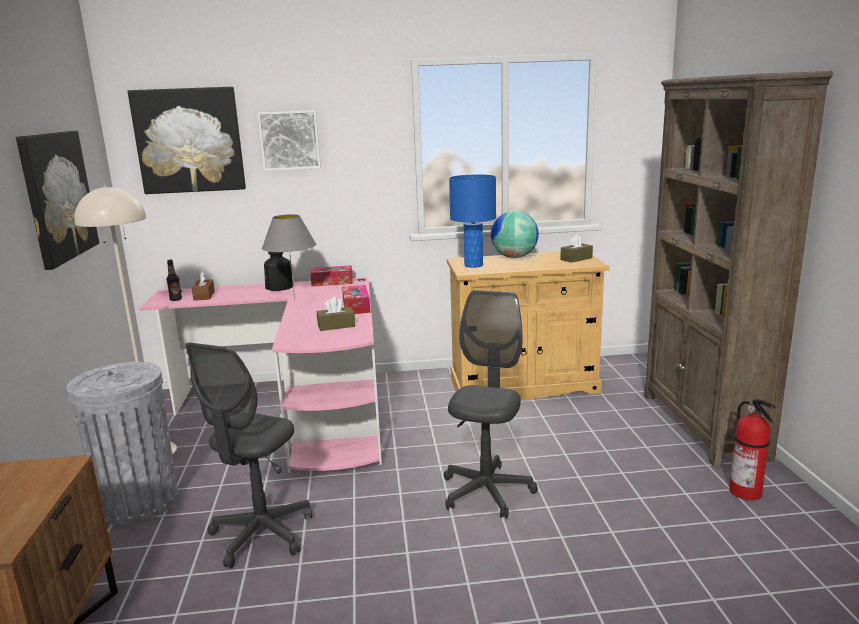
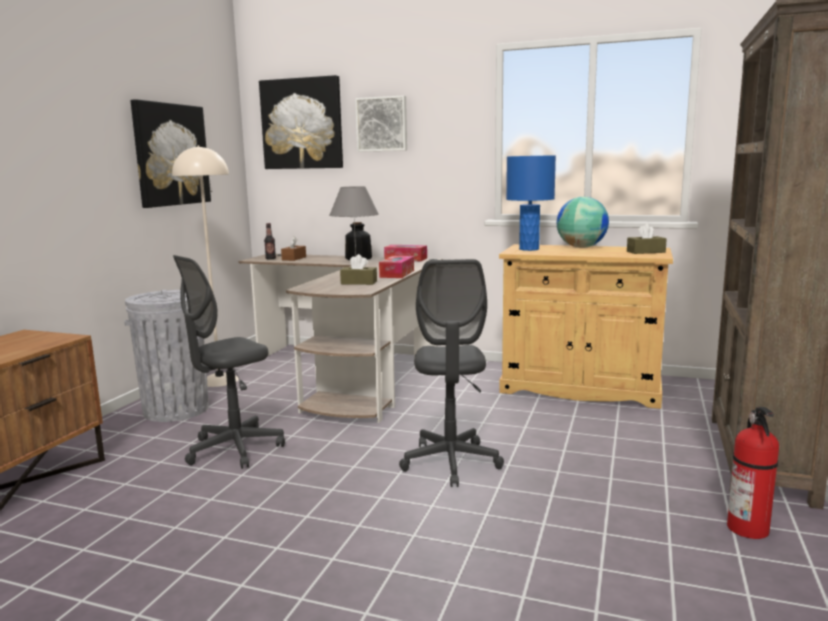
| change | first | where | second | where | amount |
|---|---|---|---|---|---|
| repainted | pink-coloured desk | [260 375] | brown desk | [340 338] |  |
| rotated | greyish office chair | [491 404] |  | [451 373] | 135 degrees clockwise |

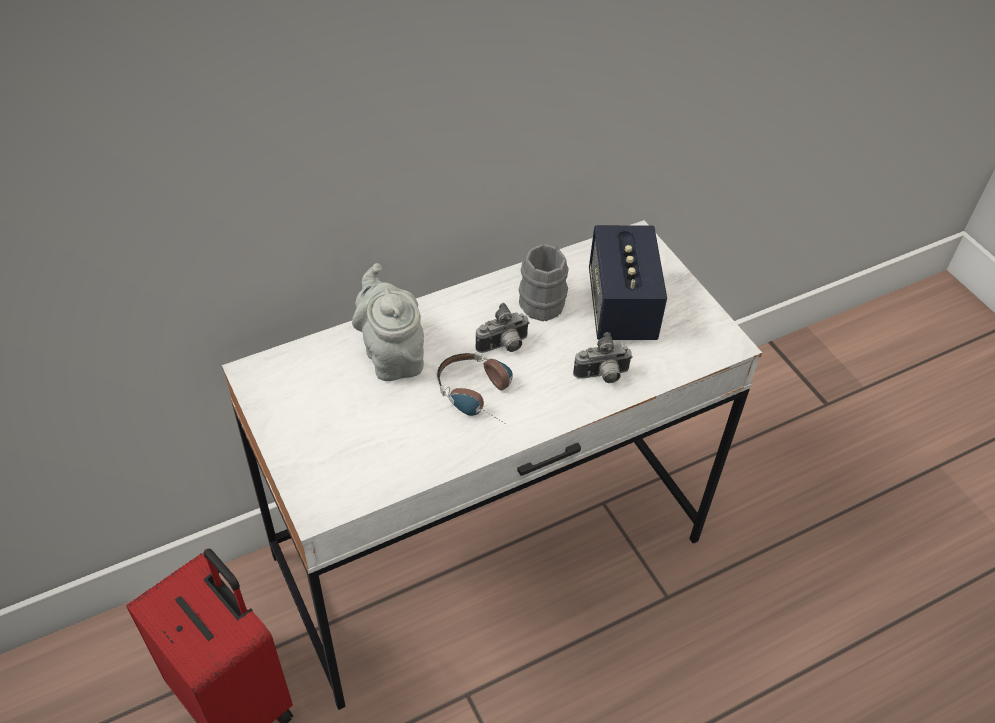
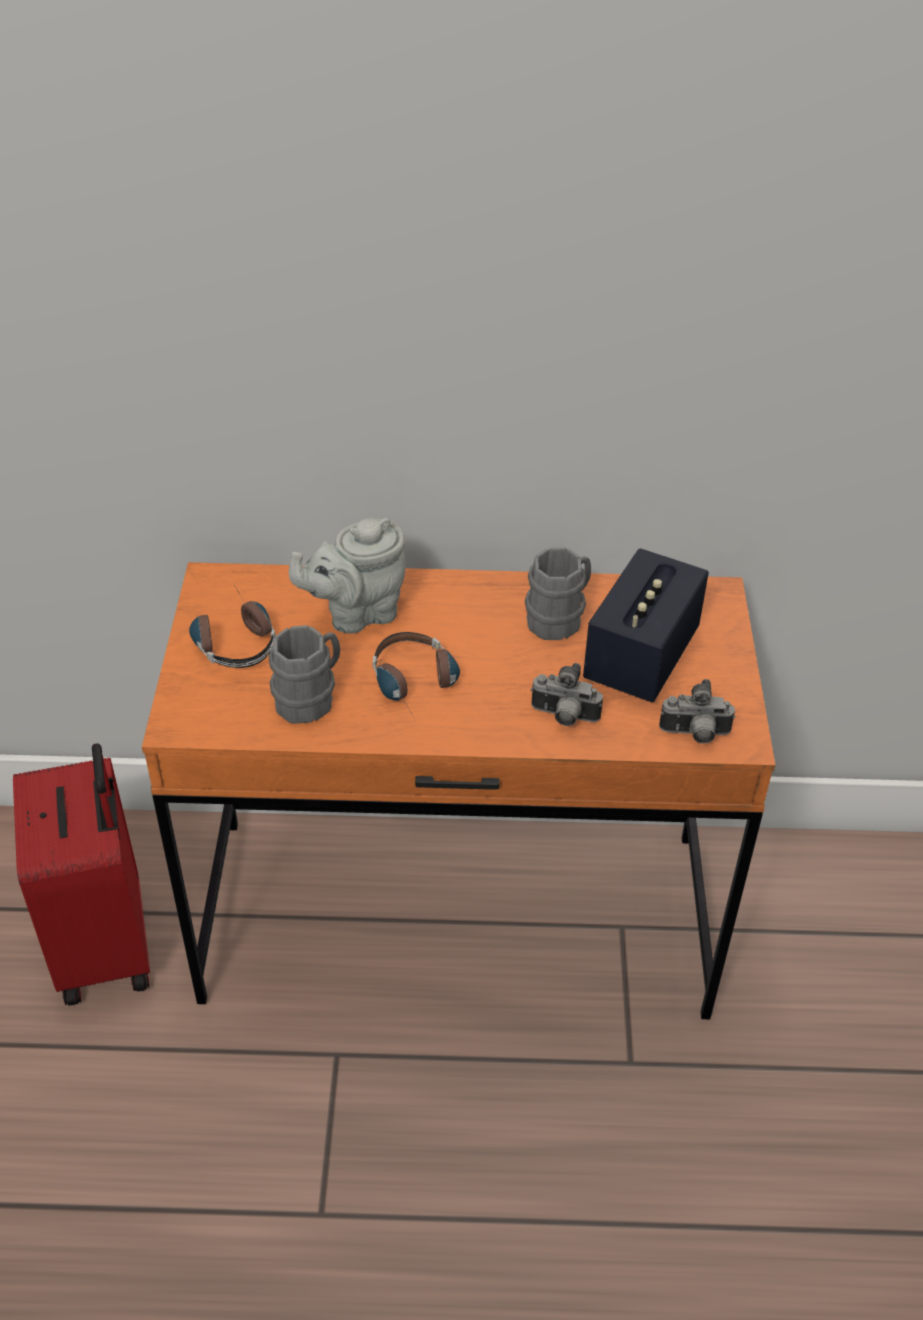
| change | first | where | second | where | amount |
|---|---|---|---|---|---|
| repainted | white desk | [492 465] | orange-coloured desk | [458 790] |  |
| rotated | greyish pot for tea | [388 322] |  | [347 575] | 120 degrees counterclockwise |
| shifted | photo camera | [502 328] |  | [697 711] |  |
| new |  |  | headphones | [232 627] |  |
| new |  |  | greyish tea mug | [304 674] |  |

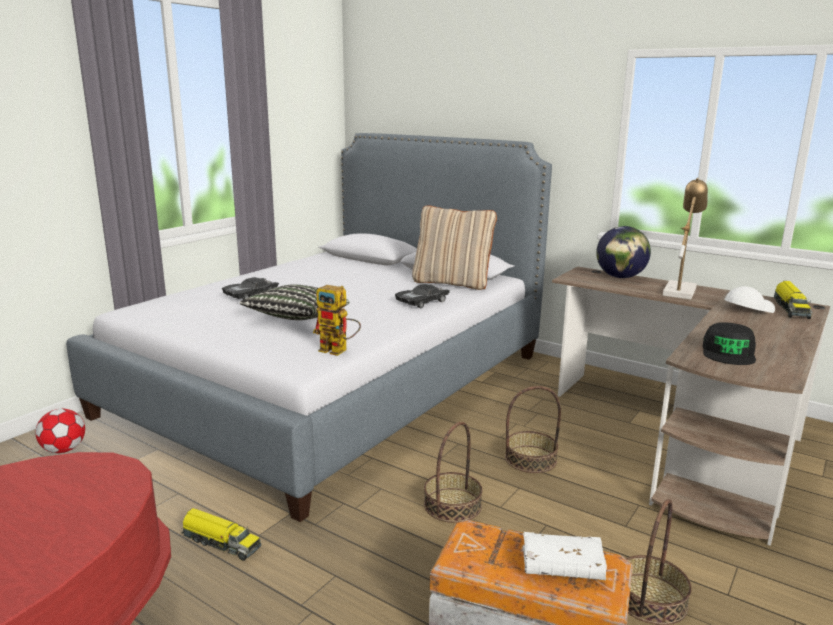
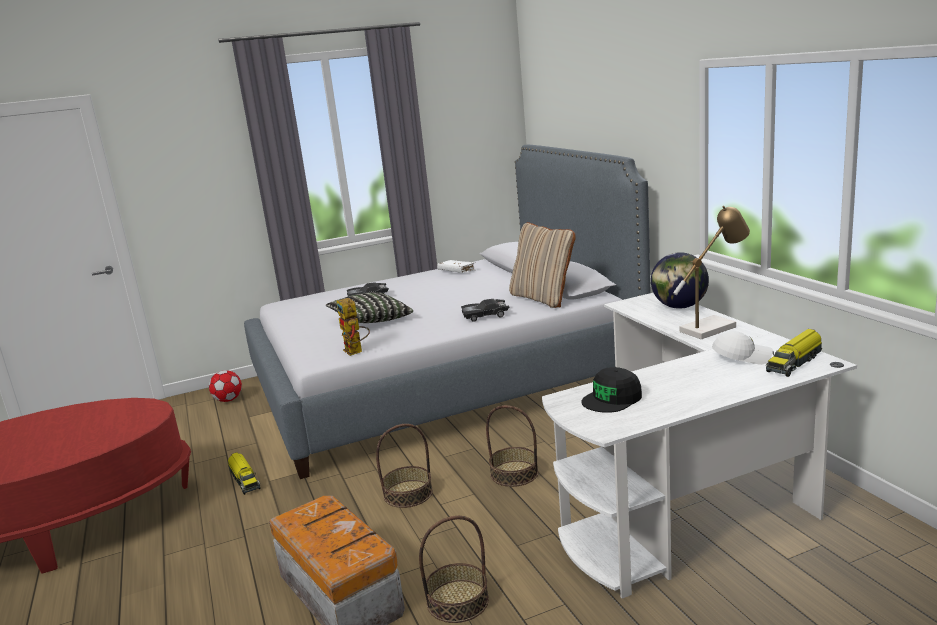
| change | first | where | second | where | amount |
|---|---|---|---|---|---|
| repainted | brown desk | [691 406] | white desk | [699 446] |  |
| shifted | white bound book | [565 556] |  | [456 266] |  |

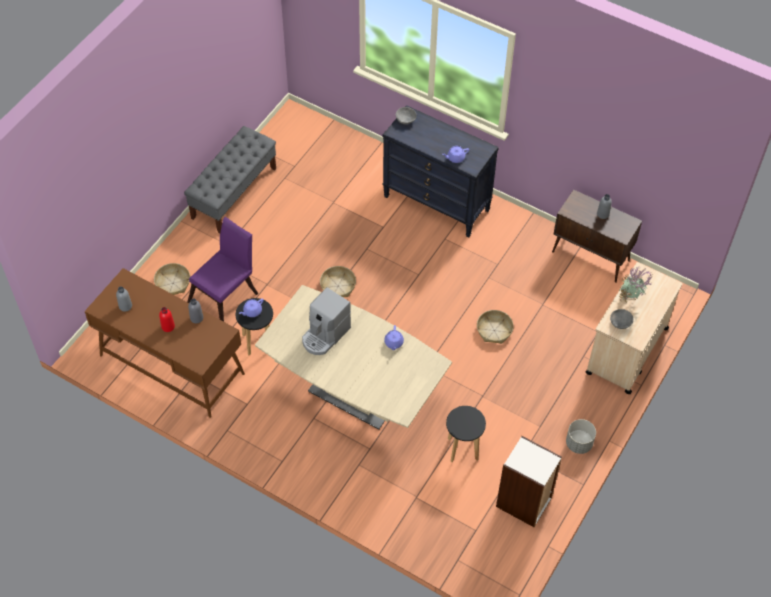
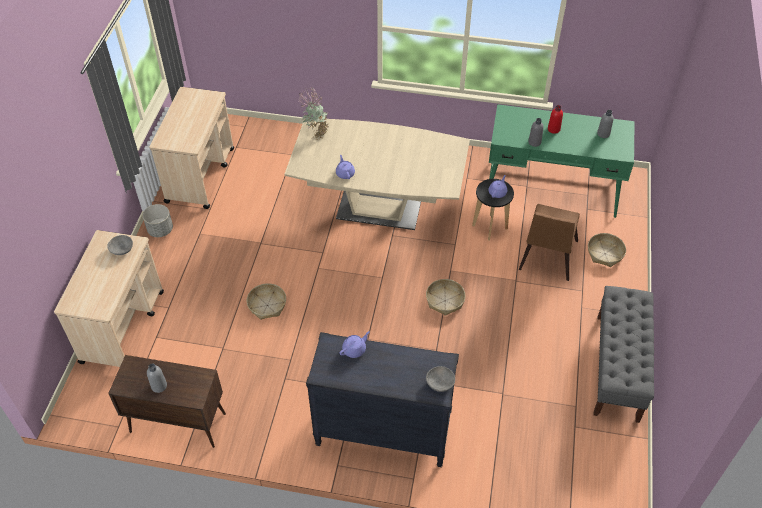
| change | first | where | second | where | amount |
|---|---|---|---|---|---|
| repainted | purplish chair | [222 269] | brown chair | [549 242] |  |
| shifted | potted plant | [636 284] |  | [313 114] |  |
| repainted | brown desk | [165 343] | greenish desk | [562 161] |  |
| gone | coffee maker | [326 321] |  |  |  |
| gone | black-coloured stool seat | [466 434] |  |  |  |
| swapped | bookshelf | [529 481] | beige wheeled cart | [192 148] |  |

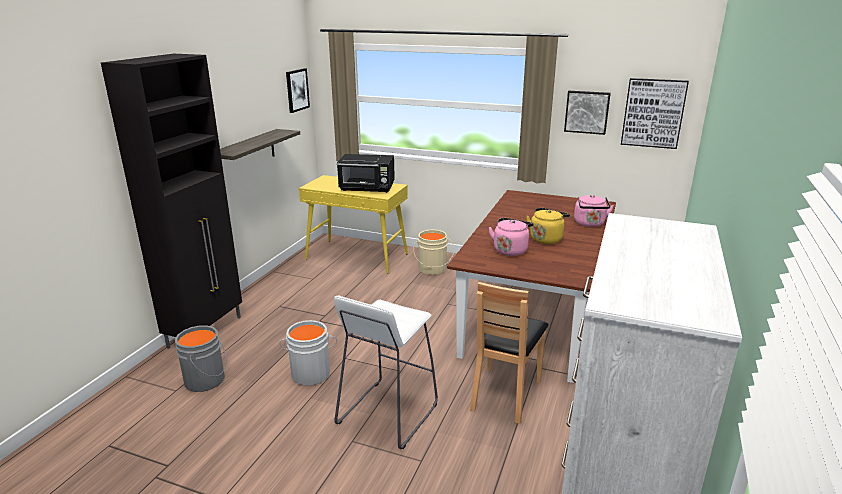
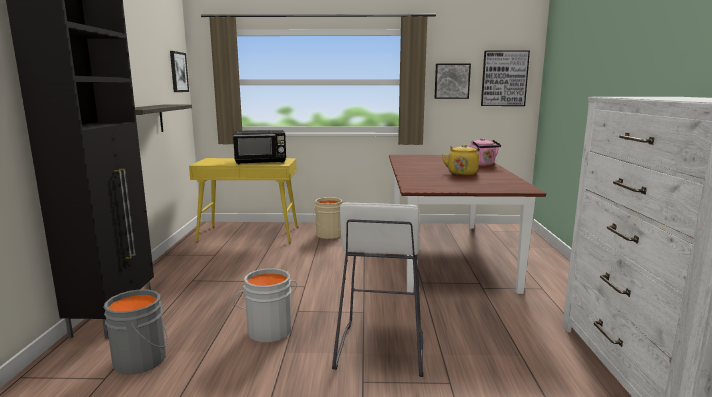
| change | first | where | second | where | amount |
|---|---|---|---|---|---|
| gone | pink-coloured tea kettle | [511 237] |  |  |  |
| gone | brown chair | [509 353] |  |  |  |

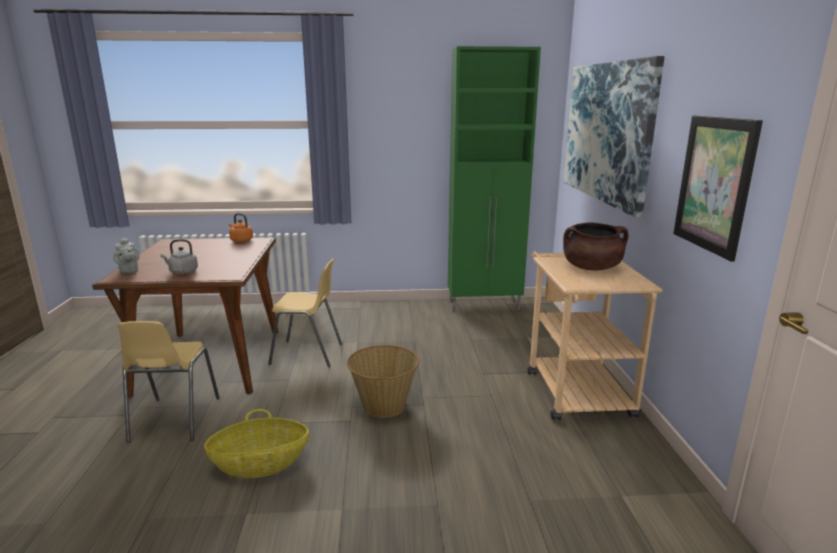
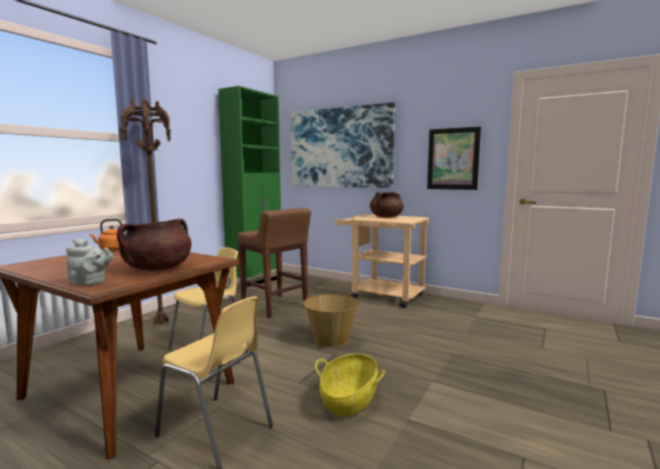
| change | first | where | second | where | amount |
|---|---|---|---|---|---|
| swapped | greyish tea kettle | [179 256] | brown stockpot | [154 245] |  |
| new |  |  | brown standard lamp | [145 211] |  |
| new |  |  | brown stool seat | [274 263] |  |

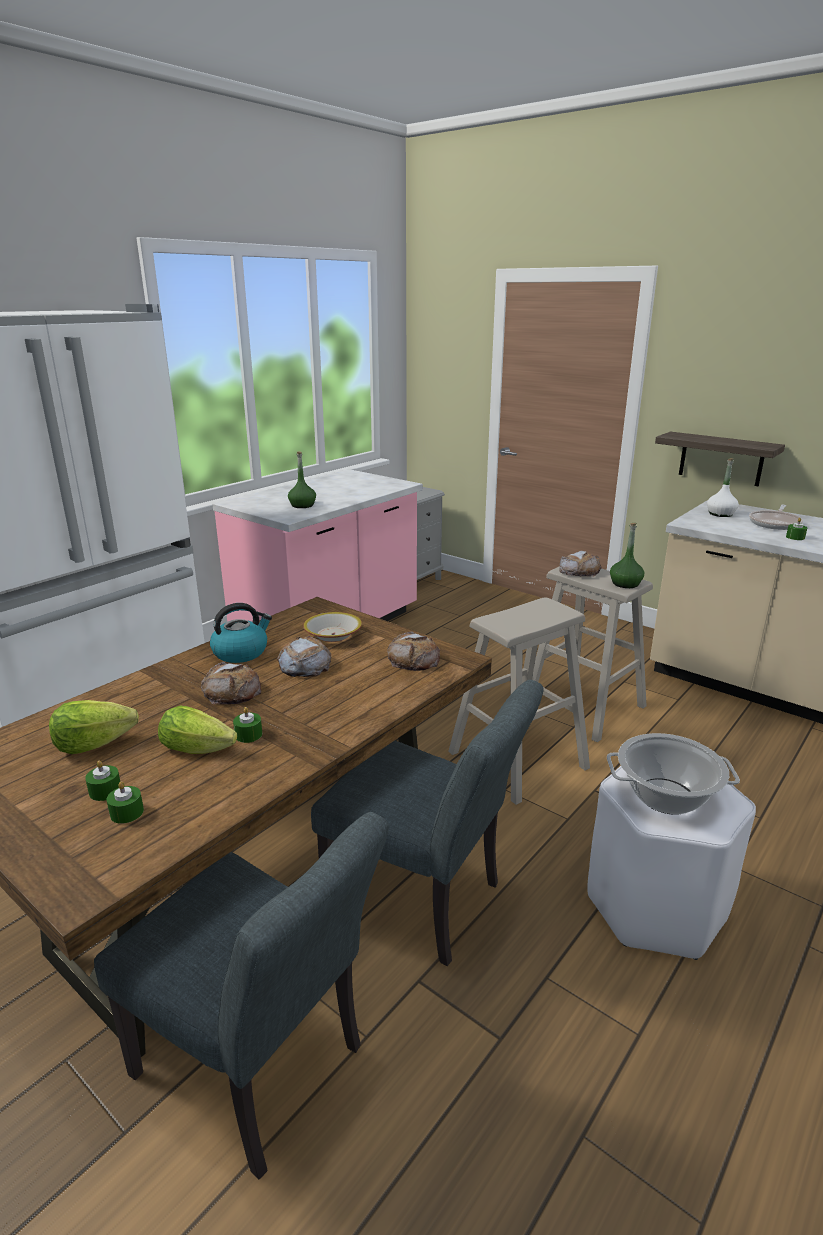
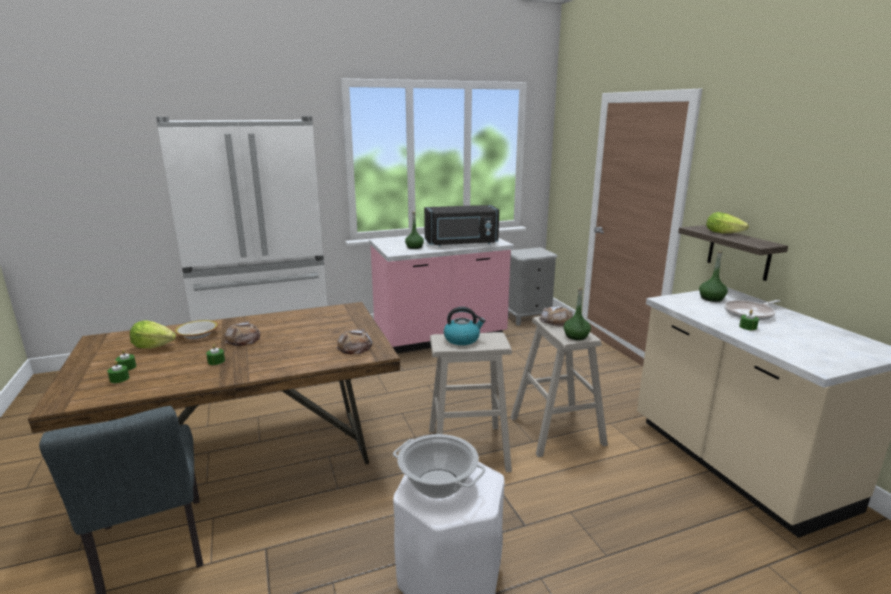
| change | first | where | second | where | amount |
|---|---|---|---|---|---|
| repainted | white beverage bottle | [723 487] | greenish beverage bottle | [713 276] |  |
| shifted | tea kettle | [241 633] |  | [465 326] |  |
| shifted | bowl | [332 627] |  | [196 329] |  |
| gone | baked bread | [304 656] |  |  |  |
| gone | greyish chair | [427 823] |  |  |  |
| shifted | head of lettuce | [197 730] |  | [727 222] |  |
| new |  |  | black-coloured microwave oven | [461 226] |  |

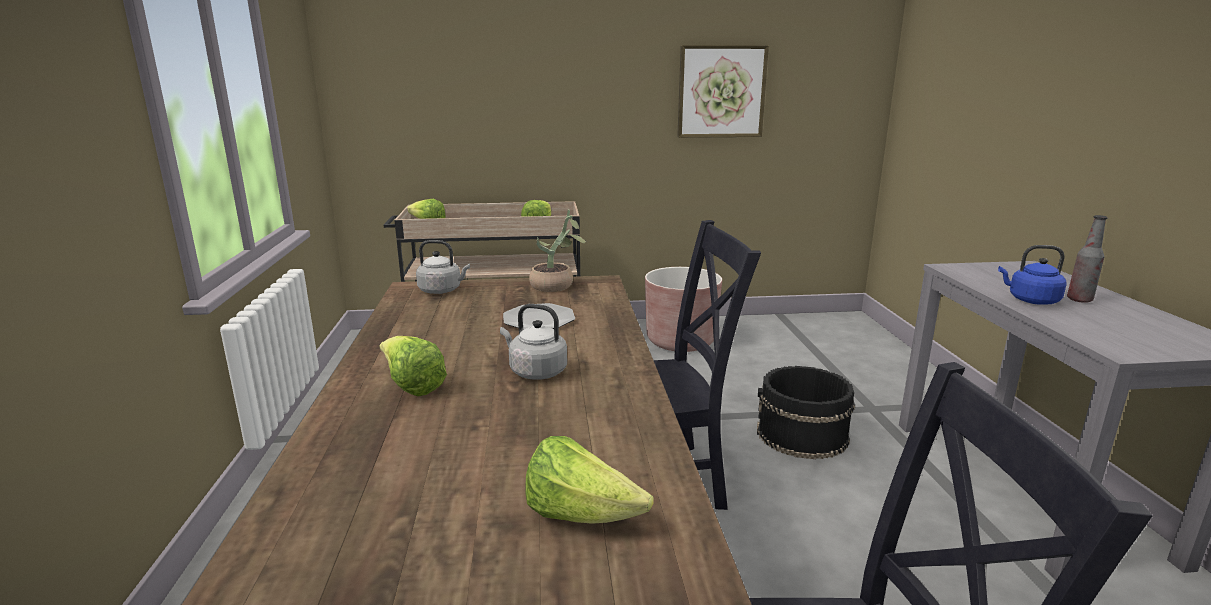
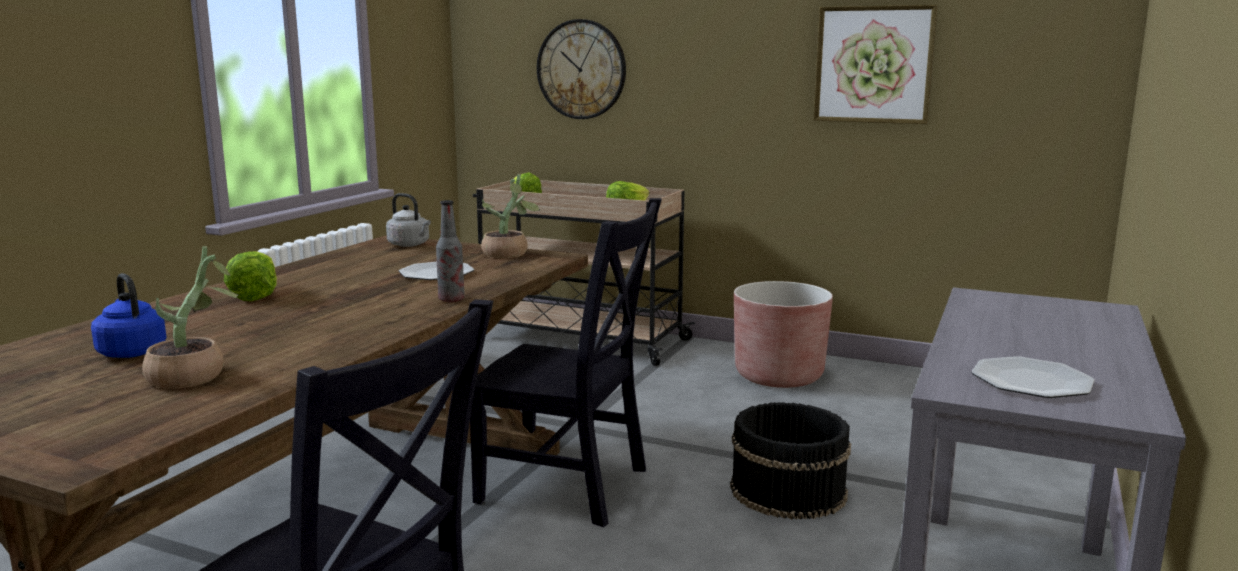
| change | first | where | second | where | amount |
|---|---|---|---|---|---|
| shifted | beverage bottle | [1087 259] |  | [450 251] |  |
| shifted | bluish tea kettle | [1032 275] |  | [129 315] |  |
| gone | greyish tea kettle | [533 342] |  |  |  |
| swapped | head of lettuce | [590 480] | potted plant | [190 317] |  |
| new |  |  | hanging clock | [581 69] |  |
| new |  |  | plate | [1033 377] |  |

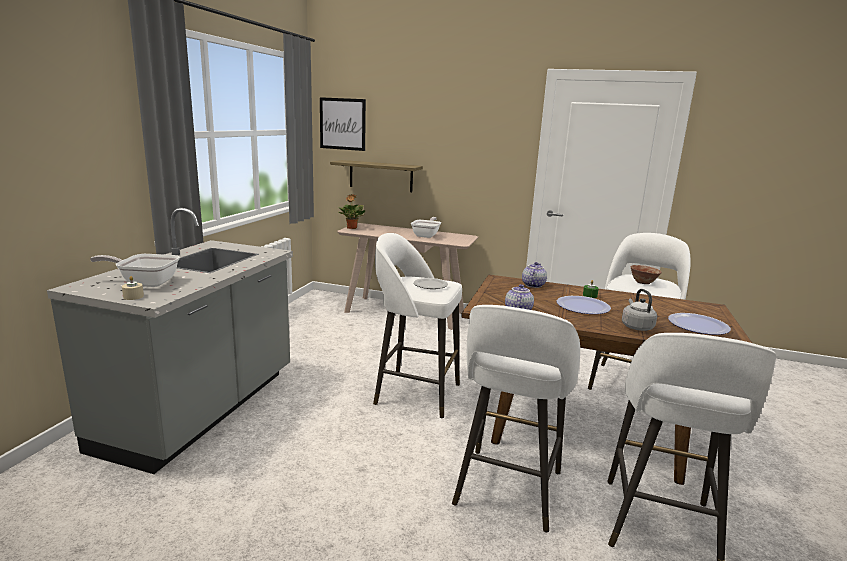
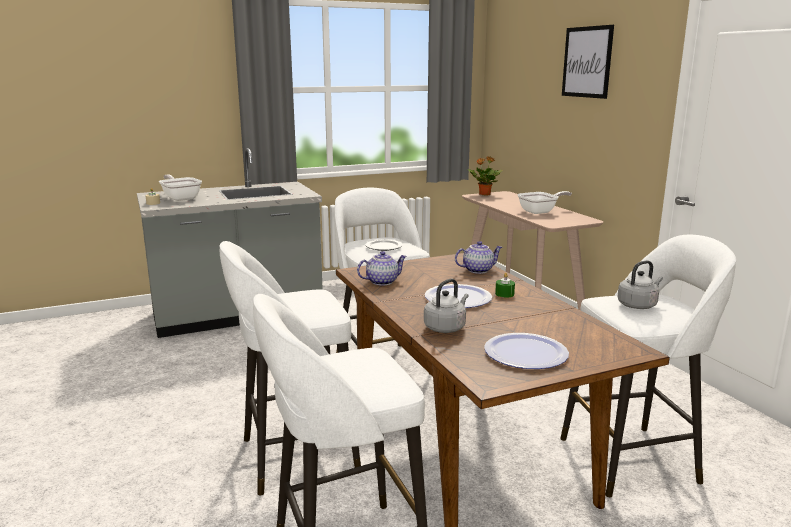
| change | first | where | second | where | amount |
|---|---|---|---|---|---|
| shifted | picture | [343 124] |  | [588 62] |  |
| gone | bracket shelf | [376 176] |  |  |  |
| swapped | bowl | [646 274] | greyish tea kettle | [640 284] |  |

